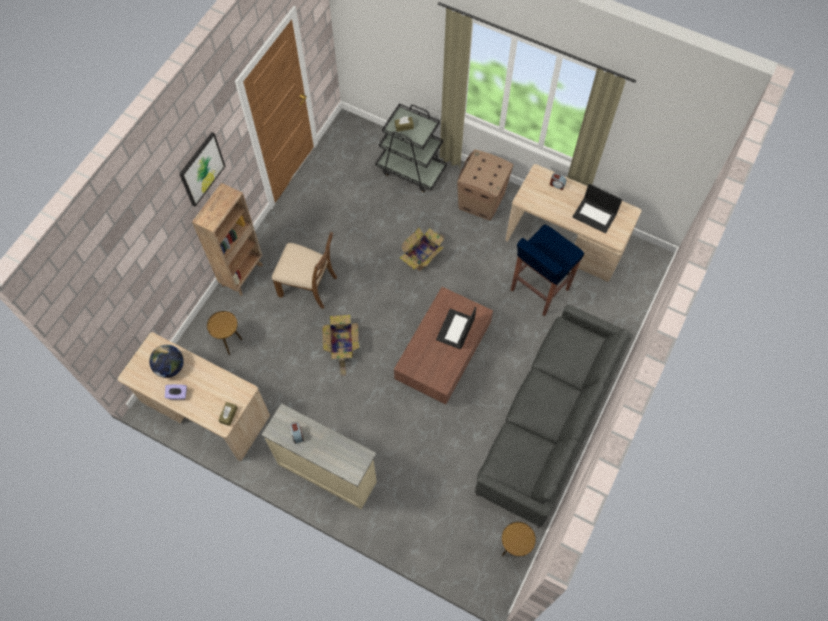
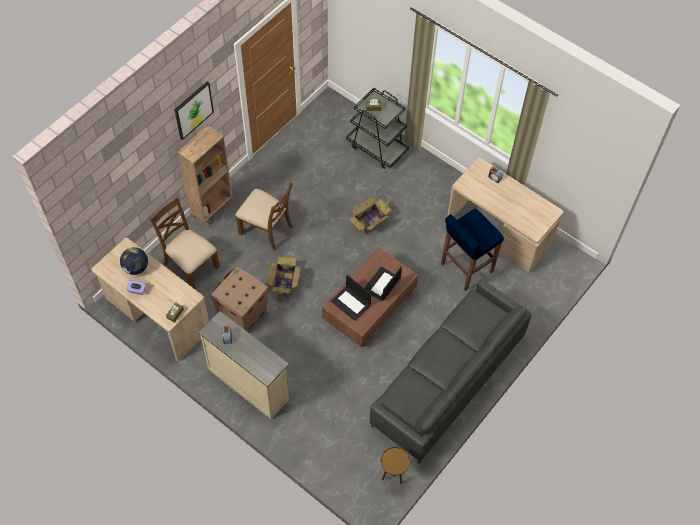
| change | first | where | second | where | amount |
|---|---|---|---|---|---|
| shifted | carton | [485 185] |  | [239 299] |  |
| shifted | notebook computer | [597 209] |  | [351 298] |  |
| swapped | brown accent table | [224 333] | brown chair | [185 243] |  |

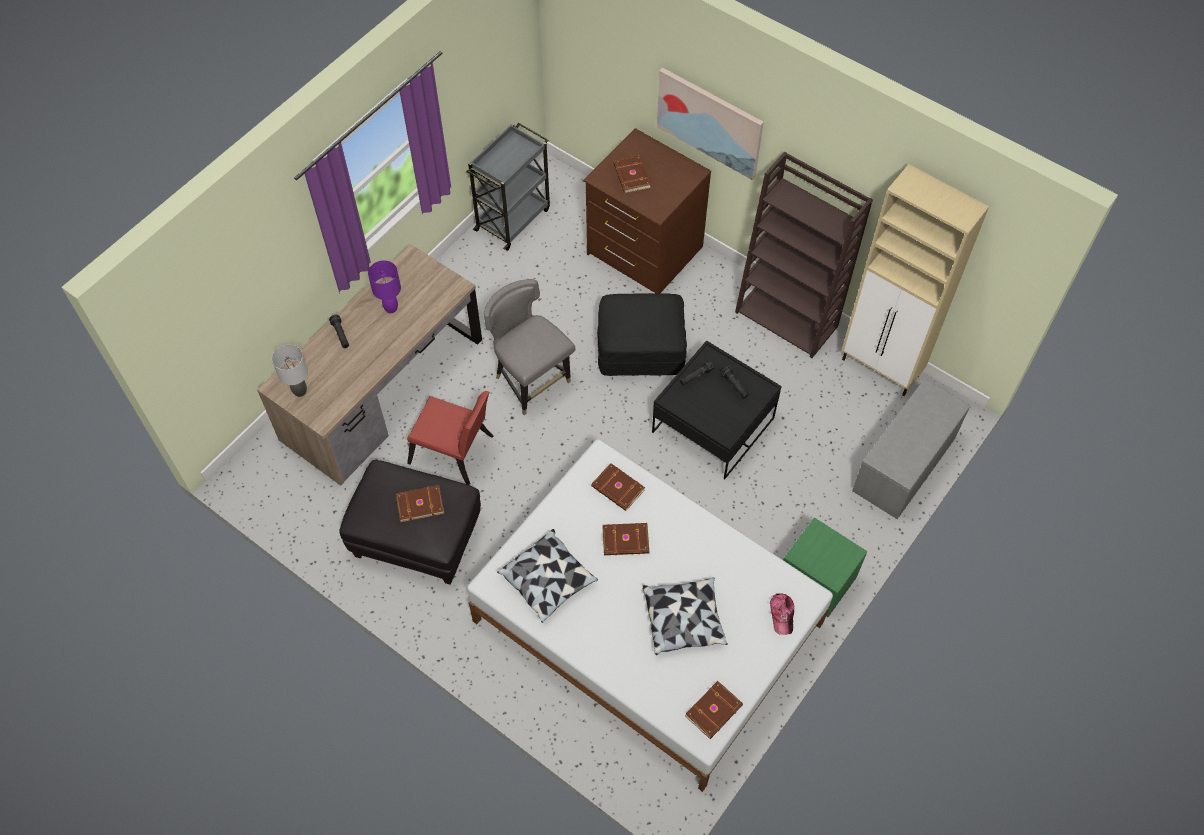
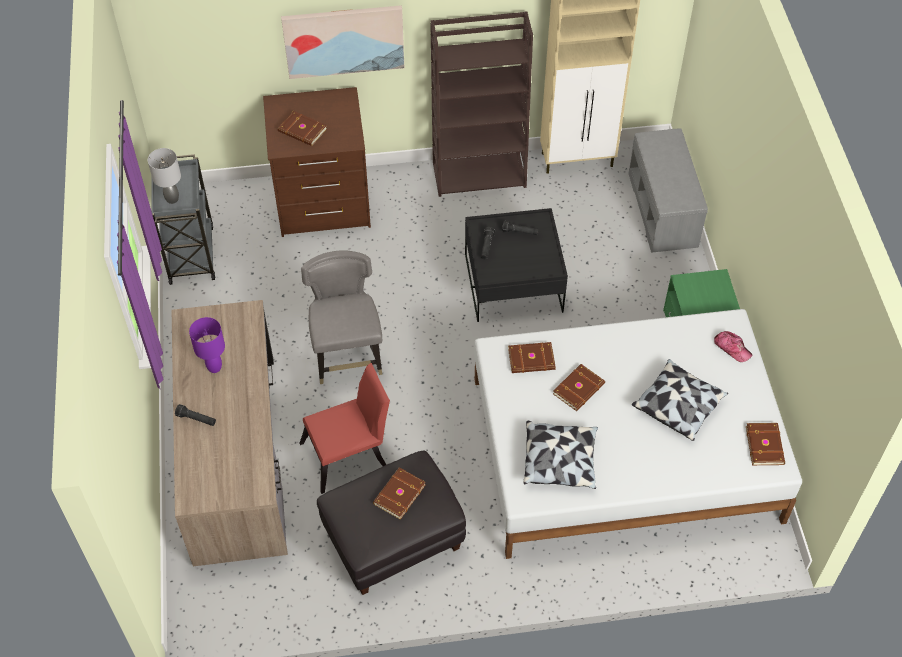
| change | first | where | second | where | amount |
|---|---|---|---|---|---|
| rotated | greyish chair | [529 347] |  | [341 317] | 75 degrees clockwise |
| gone | black-coloured ottoman | [642 334] |  |  |  |
| shifted | greyish tabletop lamp | [290 370] |  | [164 176] |  |

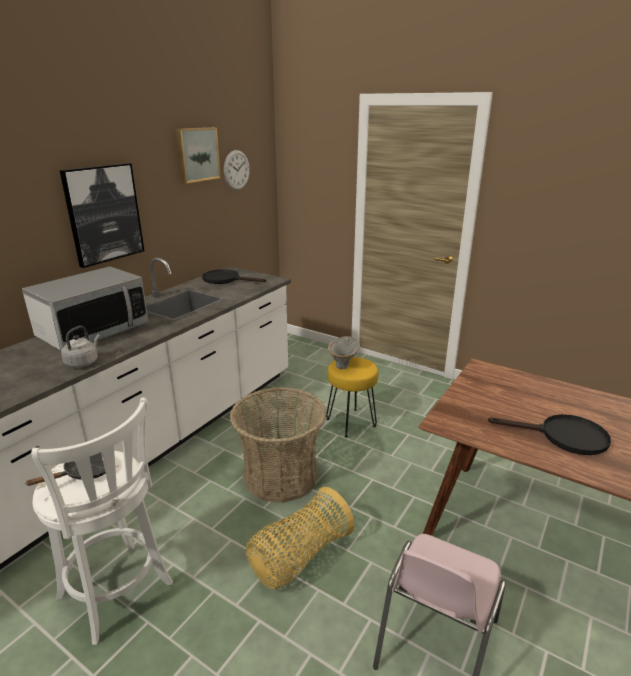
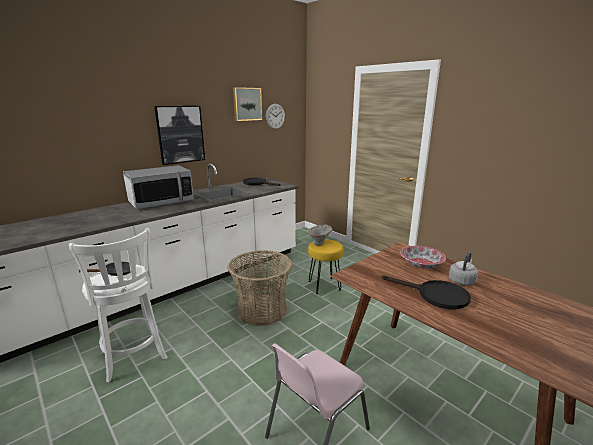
| change | first | where | second | where | amount |
|---|---|---|---|---|---|
| shifted | greyish tea kettle | [80 347] |  | [463 269] |  |
| gone | basket | [300 538] |  |  |  |
| new |  |  | bowl | [423 257] |  |

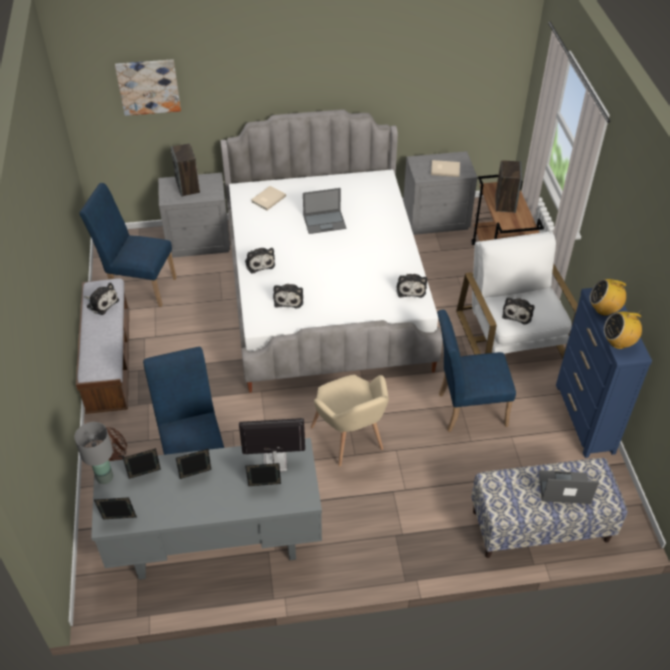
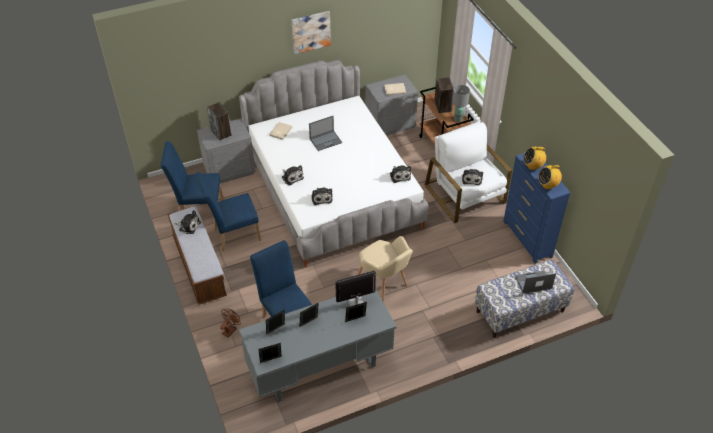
| change | first | where | second | where | amount |
|---|---|---|---|---|---|
| shifted | picture | [148 87] |  | [311 32] |  |
| shifted | bluish chair | [476 371] |  | [228 211] |  |
| shifted | greyish tabletop lamp | [93 453] |  | [461 103] |  |

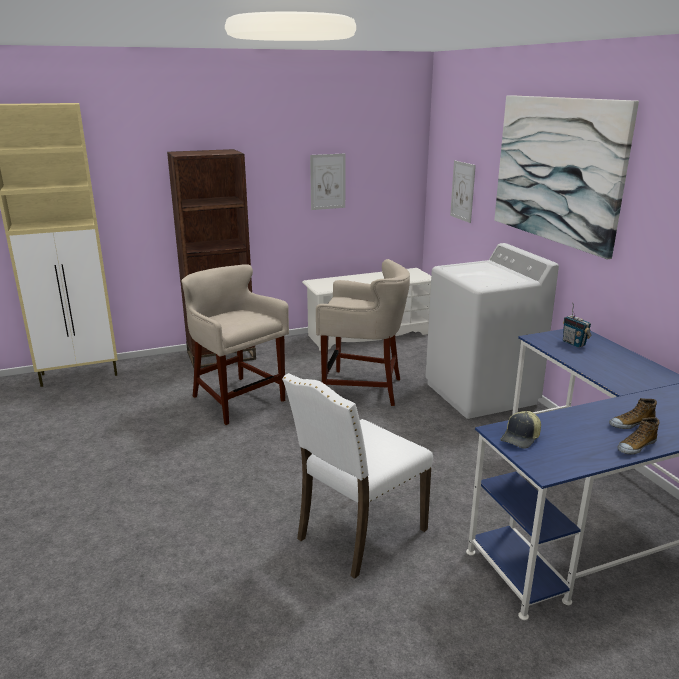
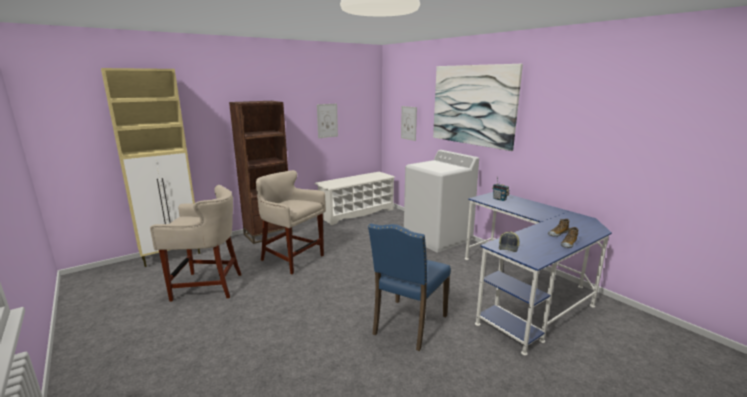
| change | first | where | second | where | amount |
|---|---|---|---|---|---|
| shifted | beige stool seat | [363 332] |  | [196 243] |  |
| repainted | white chair | [357 476] | bluish chair | [409 287] |  |

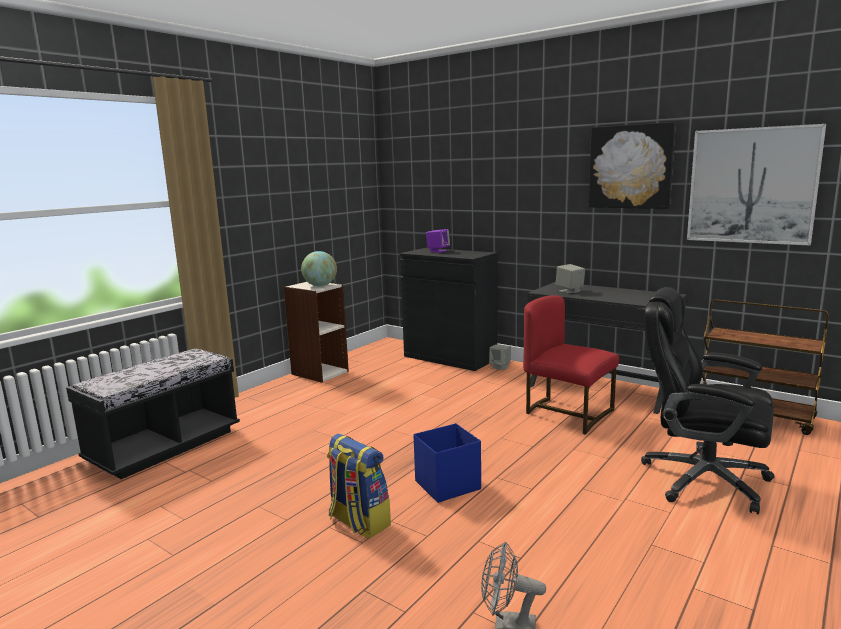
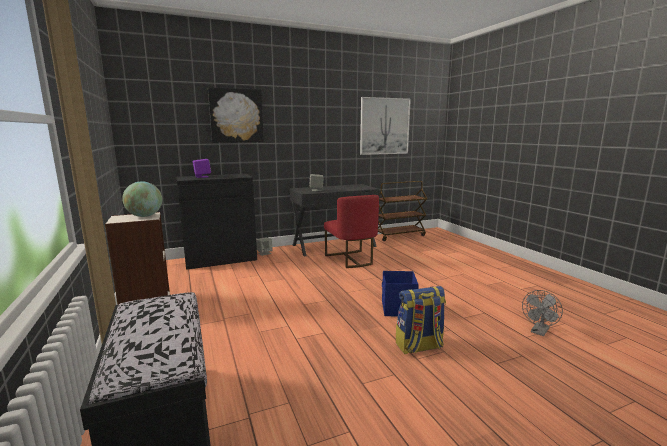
| change | first | where | second | where | amount |
|---|---|---|---|---|---|
| shifted | picture | [632 165] |  | [236 114] |  |
| gone | black-coloured office chair | [708 400] |  |  |  |
| rotated | red chair | [571 365] |  | [351 231] | 90 degrees counterclockwise |

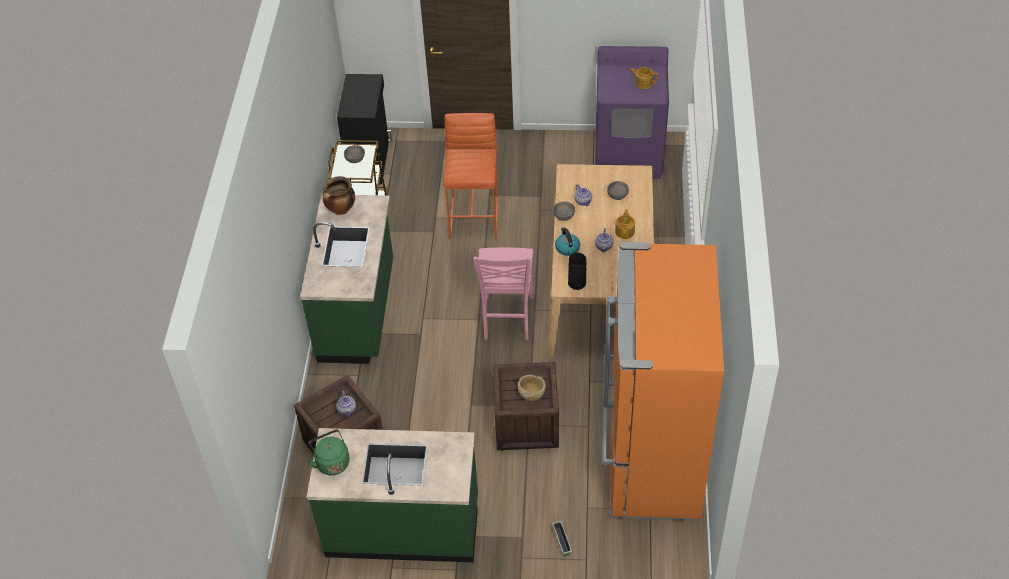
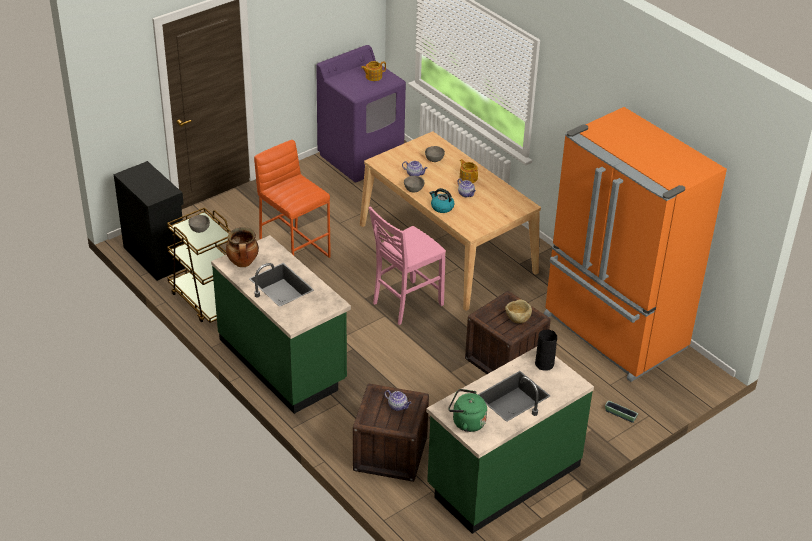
| change | first | where | second | where | amount |
|---|---|---|---|---|---|
| rotated | pink-coloured chair | [503 293] |  | [407 265] | 90 degrees clockwise |
| shifted | black-coloured flower vase | [577 271] |  | [546 350] |  |

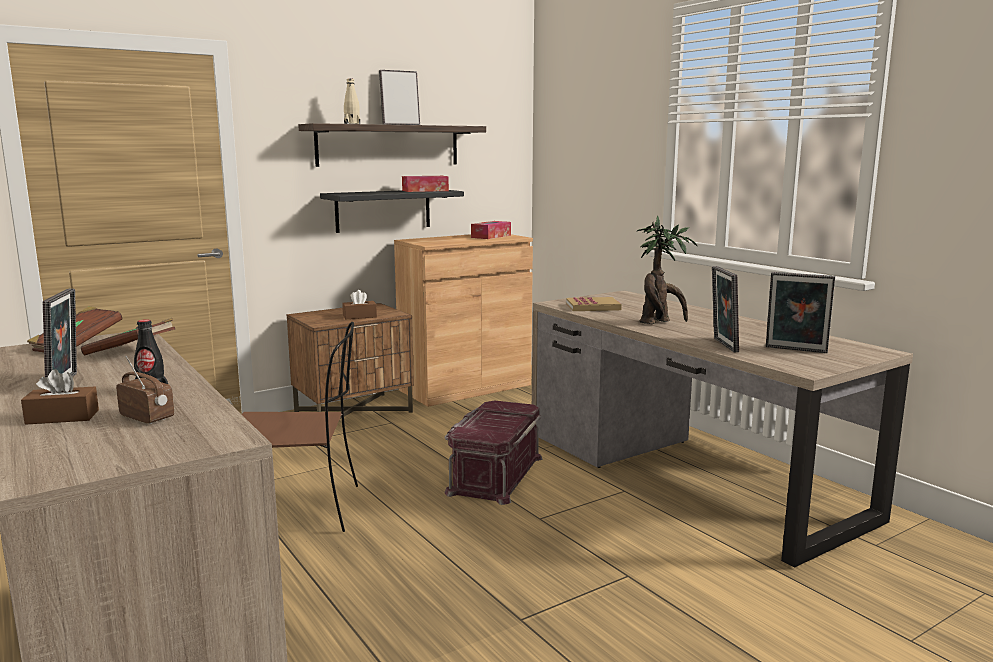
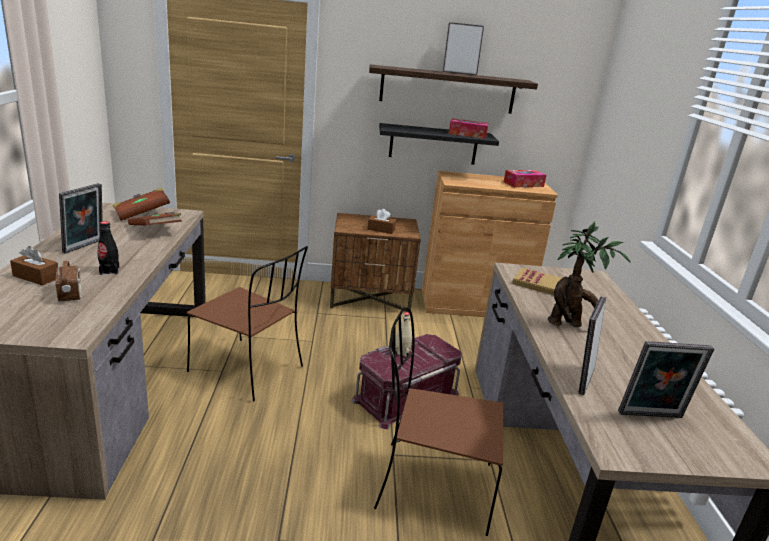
| change | first | where | second | where | amount |
|---|---|---|---|---|---|
| shifted | beige beverage bottle | [352 101] |  | [404 334] |  |
| rotated | photo frame | [800 312] |  | [666 379] | 60 degrees counterclockwise |
| new |  |  | brown chair | [438 421] |  |

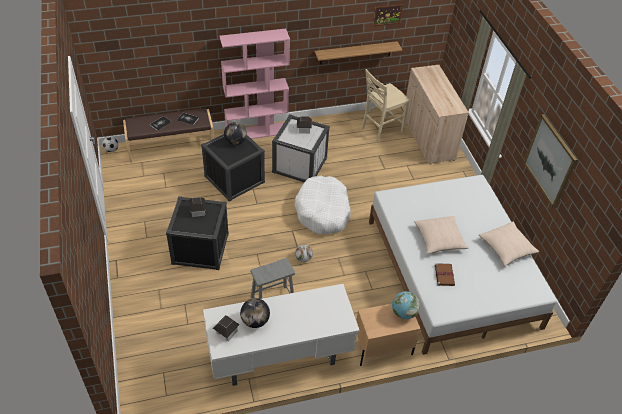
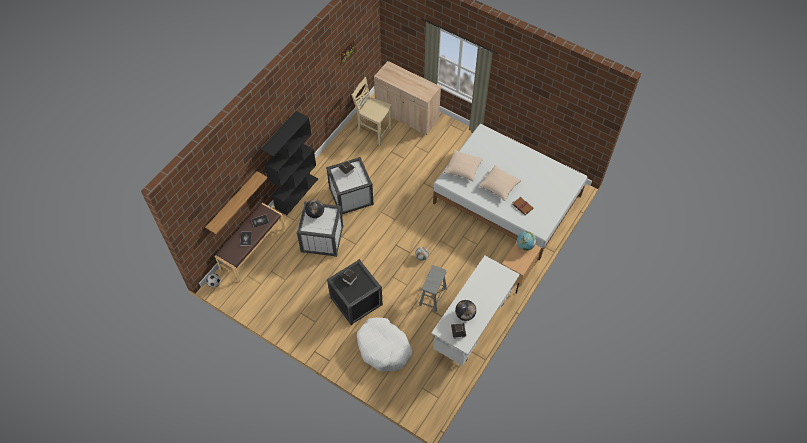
| change | first | where | second | where | amount |
|---|---|---|---|---|---|
| repainted | pink-coloured bookshelf | [254 84] | black-coloured bookshelf | [289 163] |  |
| shifted | bracket shelf | [358 53] |  | [236 202] |  |
| rotated | beige chair | [386 106] |  | [372 111] | 105 degrees clockwise |
| gone | picture | [550 161] |  |  |  |
| repainted | black-coloured storage box | [233 168] | white storage box | [320 229] |  |
| shifted | white pet bed | [322 205] |  | [384 344] |  |
| shifted | beige pillow | [509 244] |  | [463 165] |  |

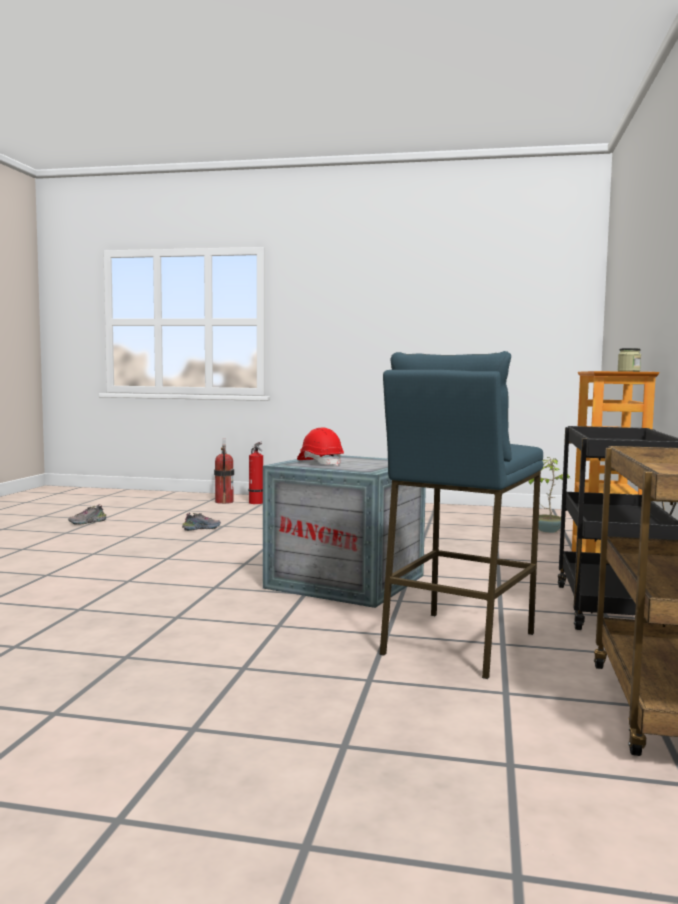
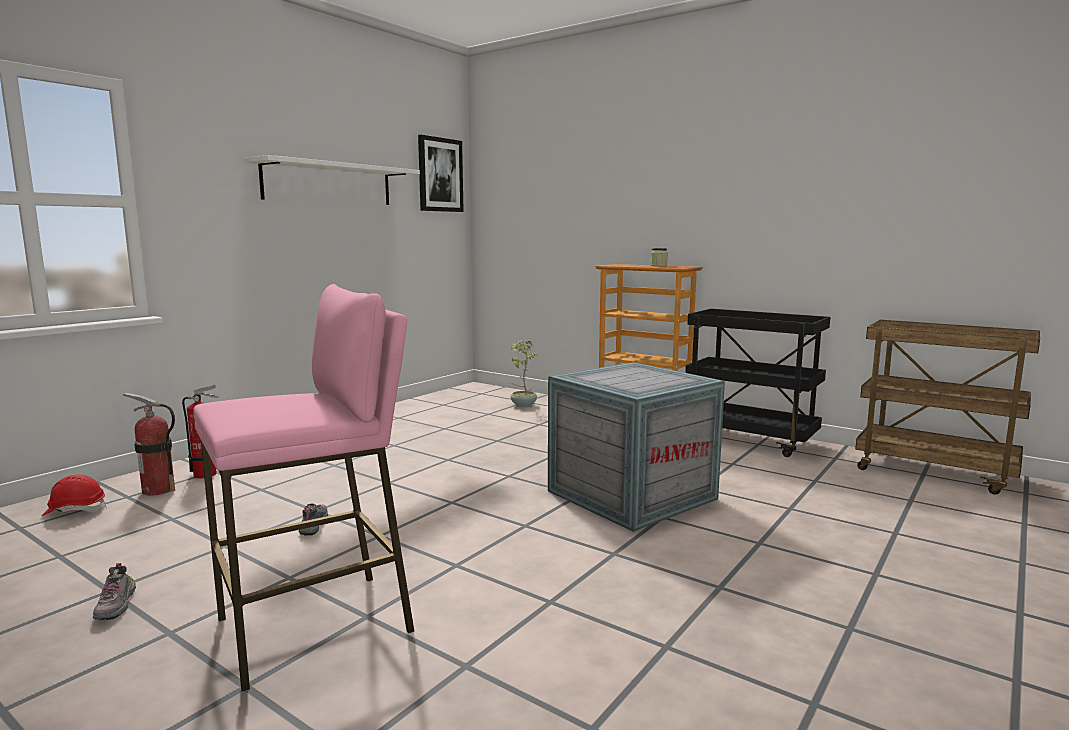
| change | first | where | second | where | amount |
|---|---|---|---|---|---|
| gone | bluish stool seat | [461 515] |  |  |  |
| shifted | red work helmet | [320 447] |  | [74 495] |  |
| new |  |  | picture | [441 173] |  |
| new |  |  | white bracket shelf | [332 180] |  |
| new |  |  | pink-coloured stool seat | [304 488] |  |

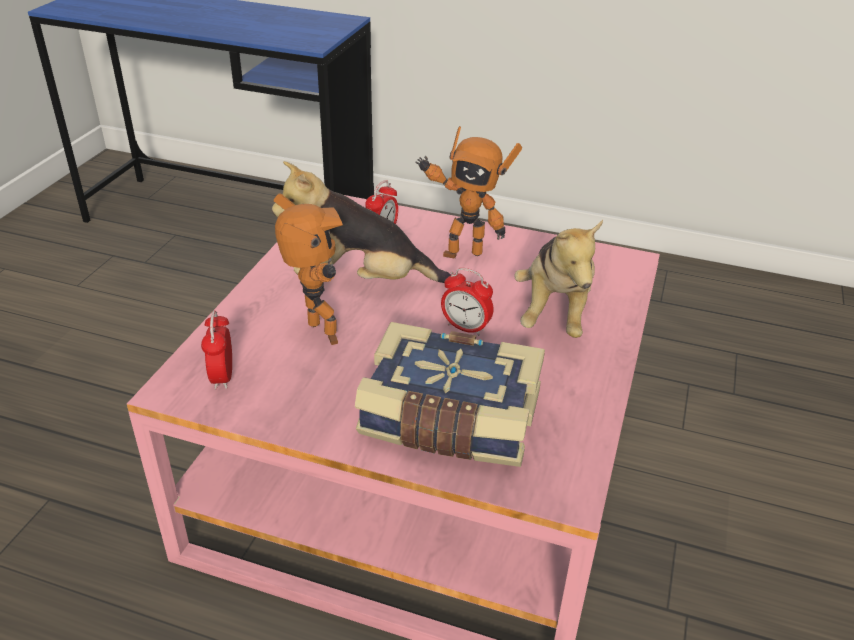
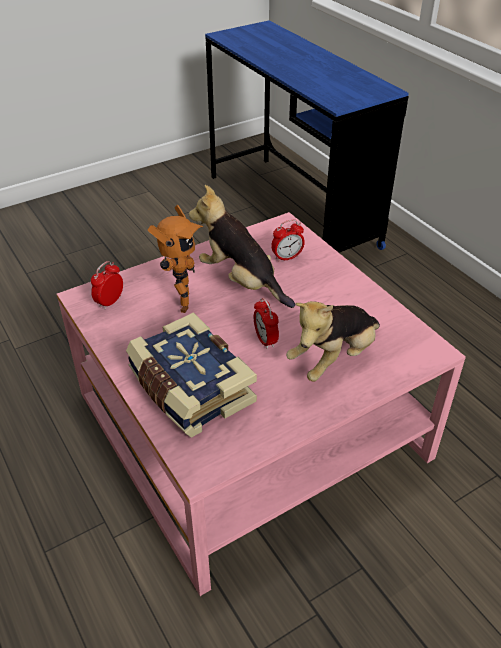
| change | first | where | second | where | amount |
|---|---|---|---|---|---|
| gone | model robot | [468 192] |  |  |  |

